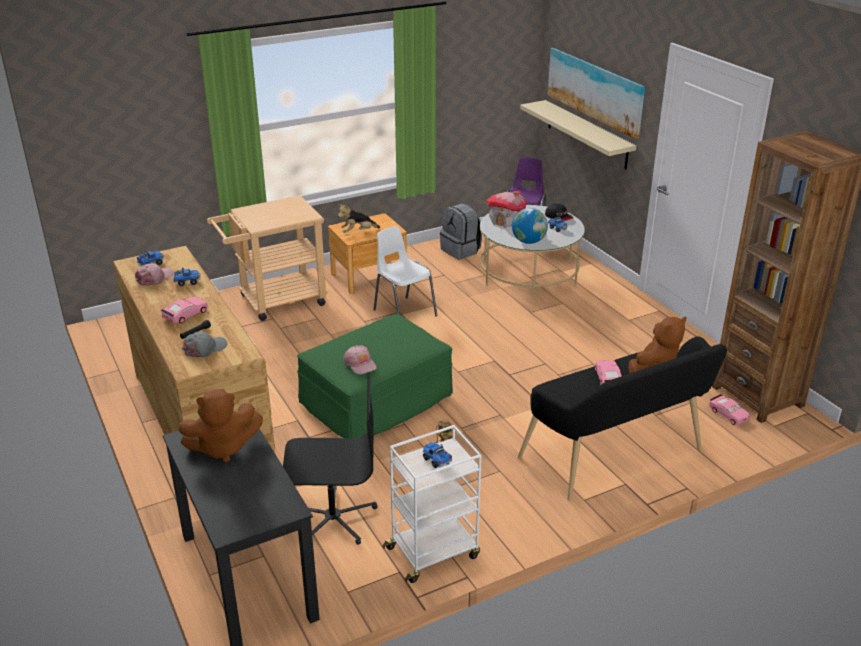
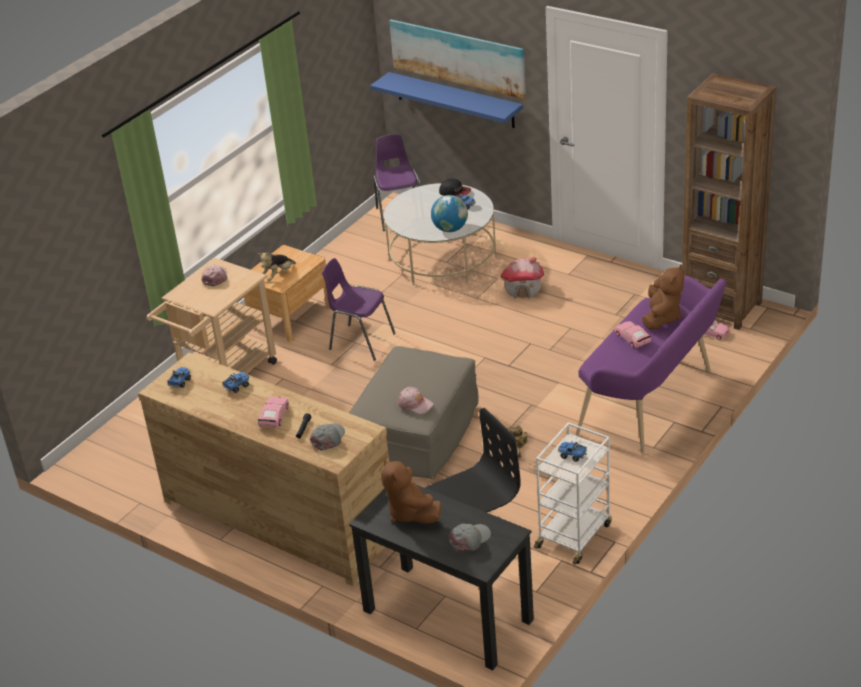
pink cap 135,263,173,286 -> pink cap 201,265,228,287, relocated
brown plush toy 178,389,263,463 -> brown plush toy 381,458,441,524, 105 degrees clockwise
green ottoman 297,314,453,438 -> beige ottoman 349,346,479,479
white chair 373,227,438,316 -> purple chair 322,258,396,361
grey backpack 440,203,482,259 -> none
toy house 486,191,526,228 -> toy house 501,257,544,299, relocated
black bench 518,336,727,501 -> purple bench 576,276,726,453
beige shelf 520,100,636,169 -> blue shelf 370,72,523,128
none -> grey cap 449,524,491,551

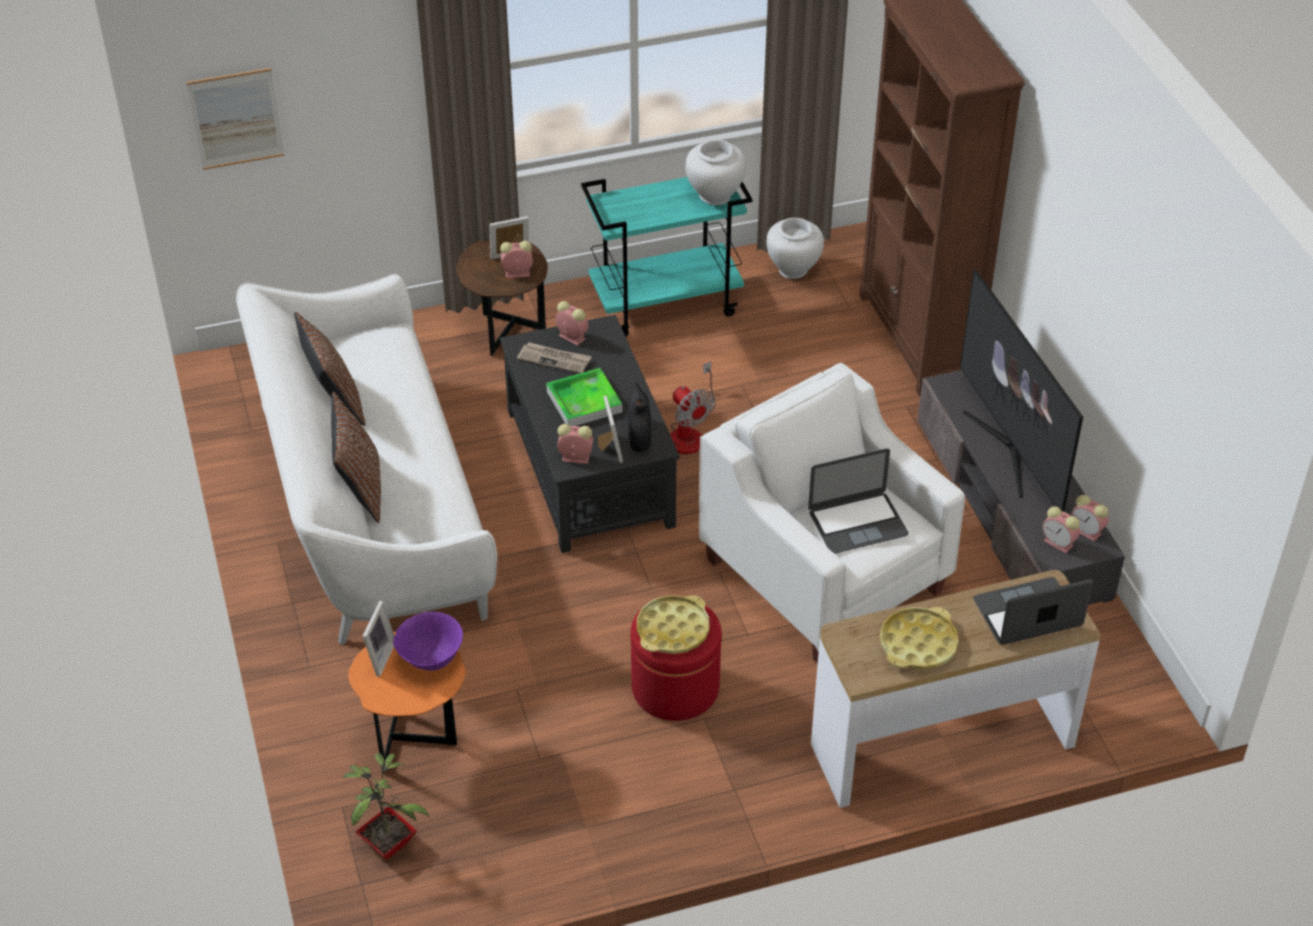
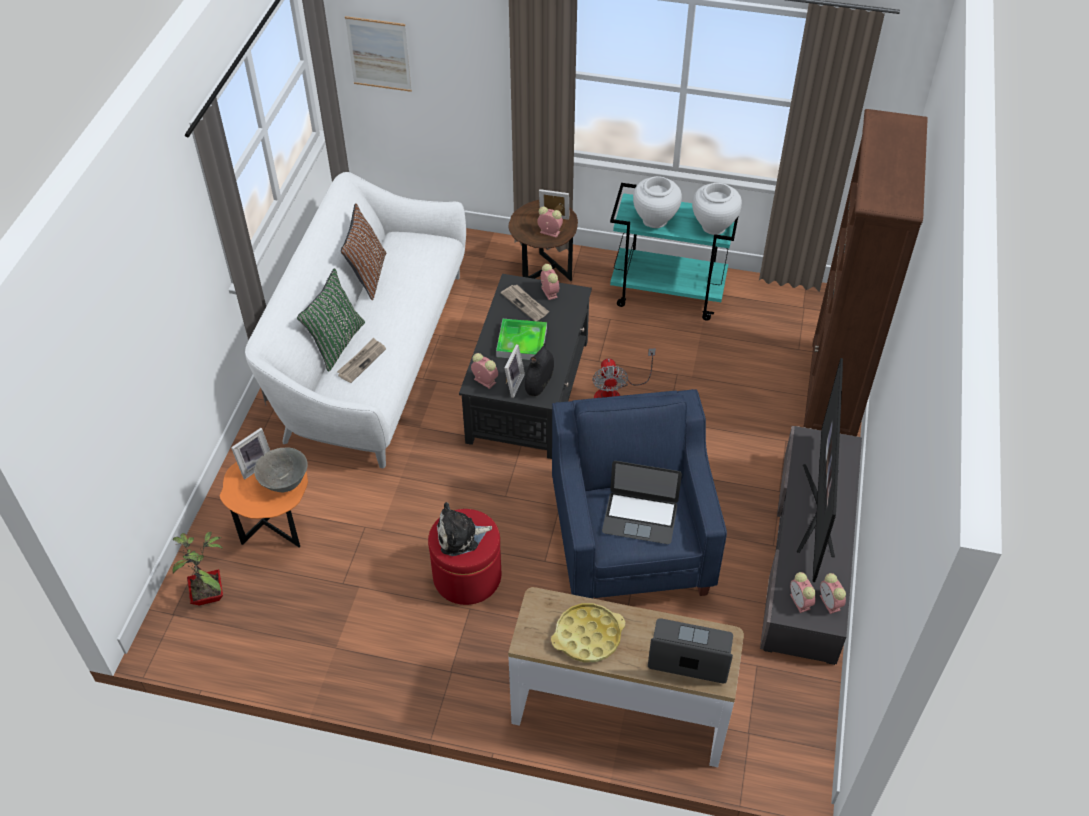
brown pillow 331,392,381,523 -> green pillow 297,268,365,372
purple bowl 393,612,463,670 -> grey bowl 254,447,308,492
yellow tray 637,595,710,654 -> plush toy 437,502,492,556
white armchair 699,363,965,664 -> blue armchair 552,389,727,598
white vase 766,218,824,279 -> white vase 633,176,682,228, relocated
none -> newspaper 337,338,386,383

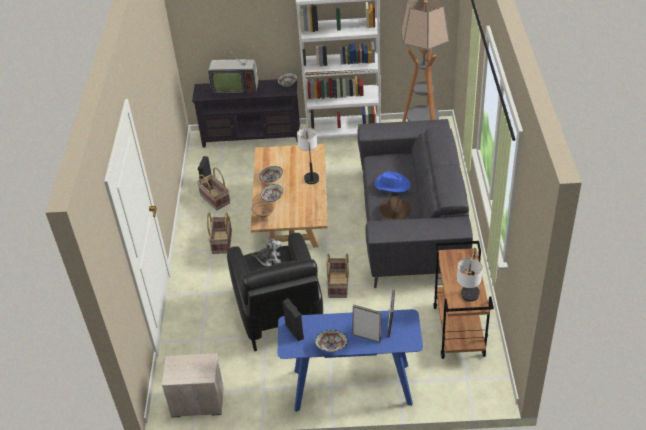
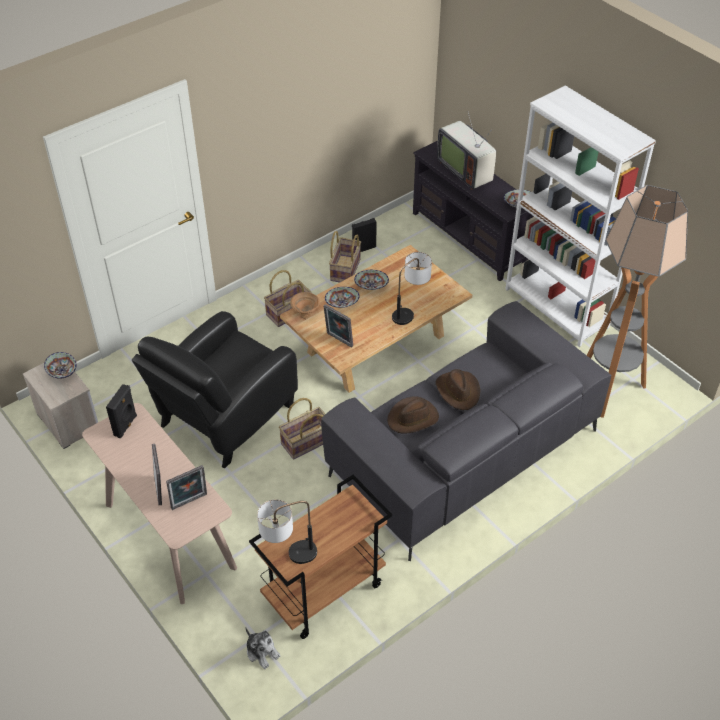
plush toy 252,235,282,266 -> plush toy 245,627,280,669, relocated
blue console table 278,309,423,412 -> beige console table 82,403,237,604
bowl 314,330,348,352 -> bowl 44,352,77,379, relocated
blue hat 374,171,411,193 -> brown hat 436,369,481,410
none -> picture frame 324,304,353,348

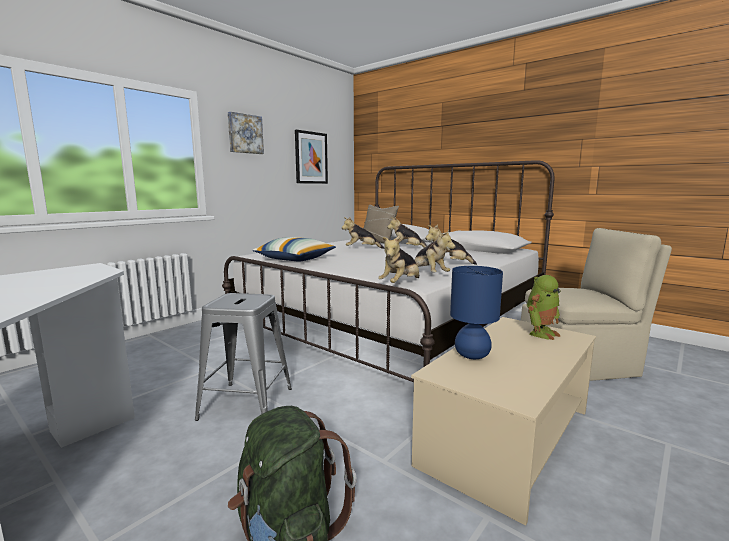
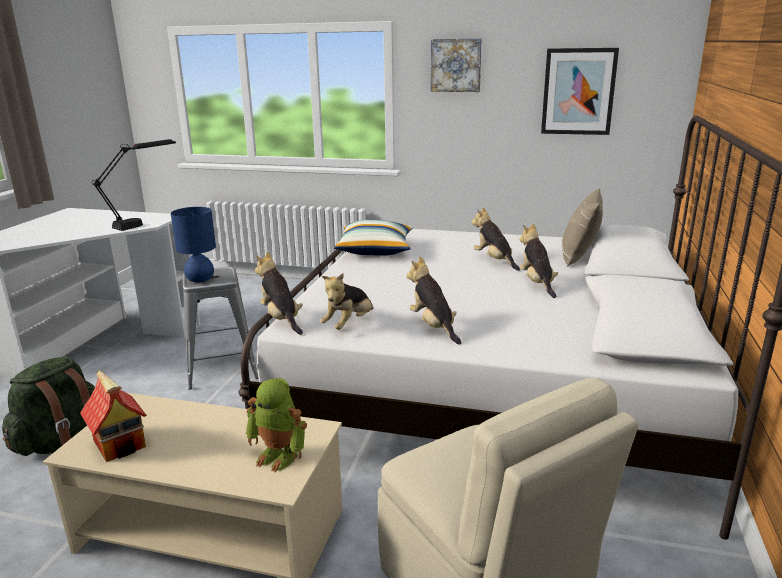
plush toy 378,235,419,283 -> plush toy 255,252,303,335, 45 degrees clockwise
blue table lamp 450,266,503,359 -> blue table lamp 171,207,216,283, relocated
none -> toy house 80,370,147,462
none -> black table lamp 92,139,176,231

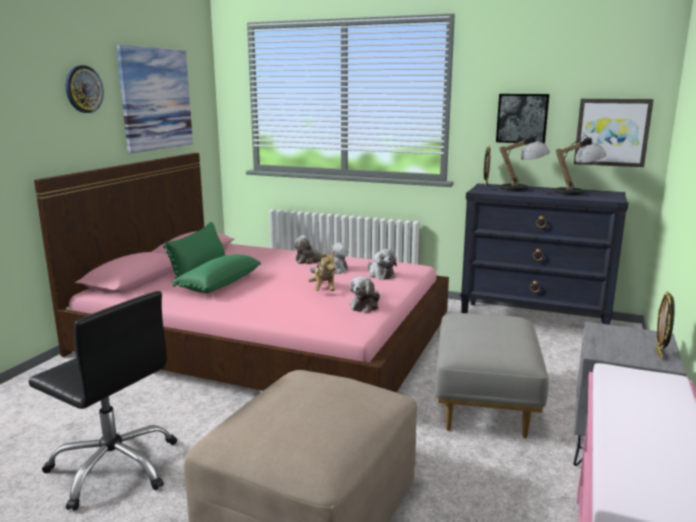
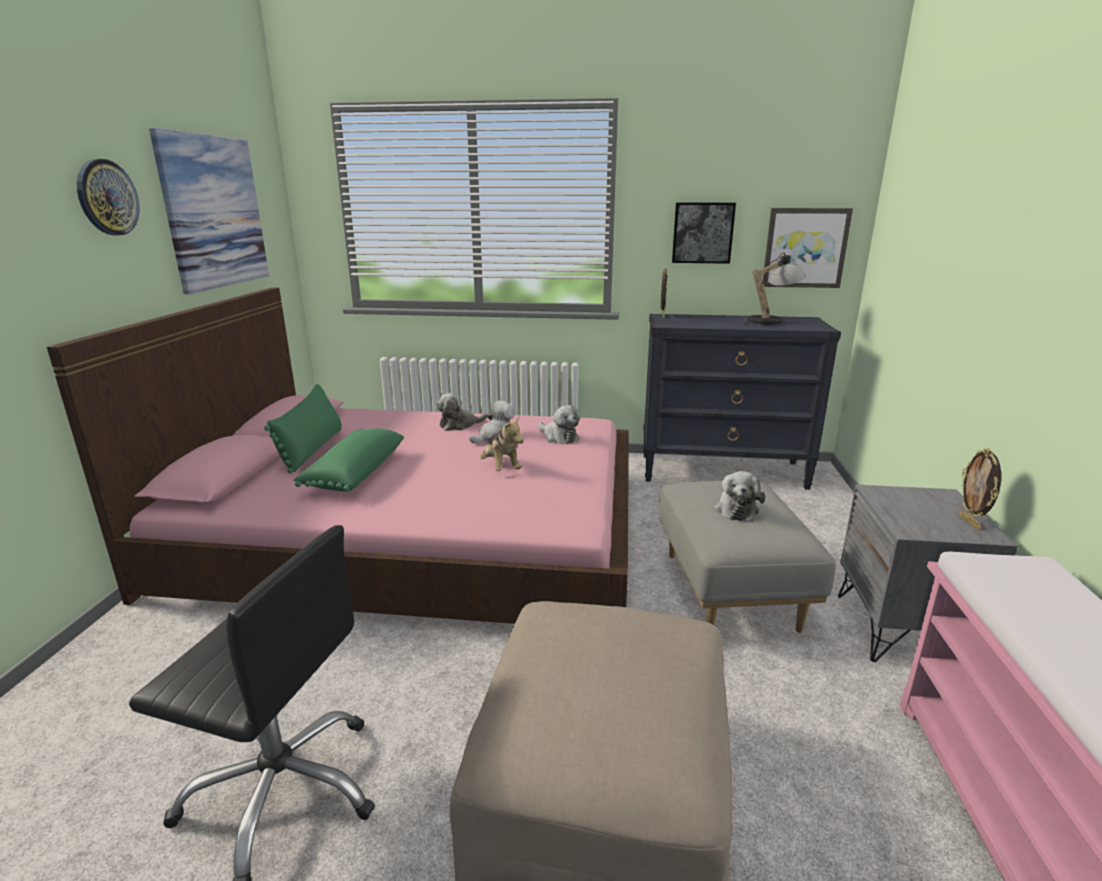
plush toy 350,276,380,313 -> plush toy 715,471,765,521, relocated
table lamp 491,133,550,192 -> none

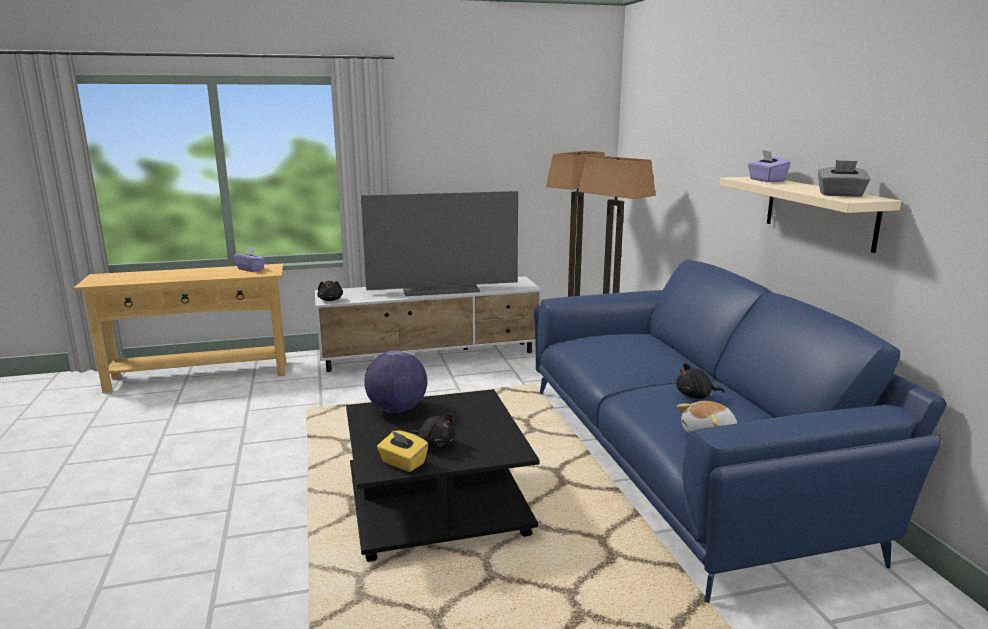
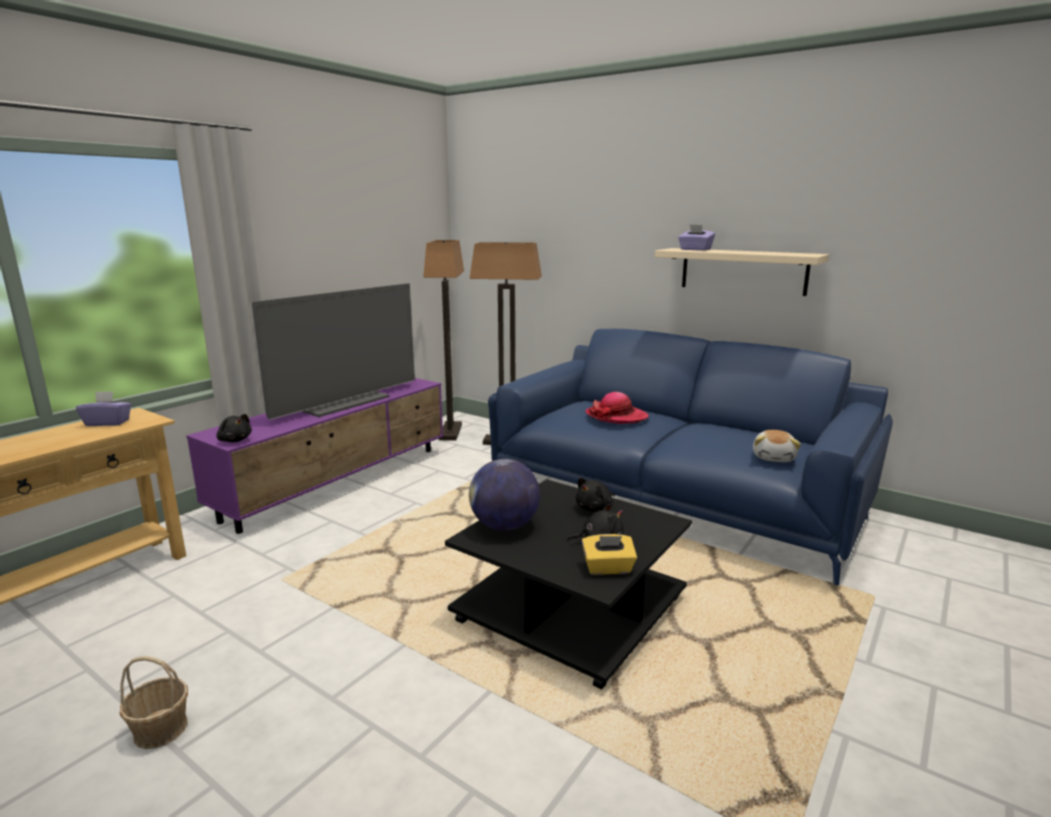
white tv stand 315,276,542,372 -> purple tv stand 186,378,443,534
black plush toy 676,363,725,399 -> black plush toy 575,478,615,511, relocated
grey tissue box 818,160,870,197 -> none
none -> basket 120,656,188,749
none -> hat 586,392,649,424

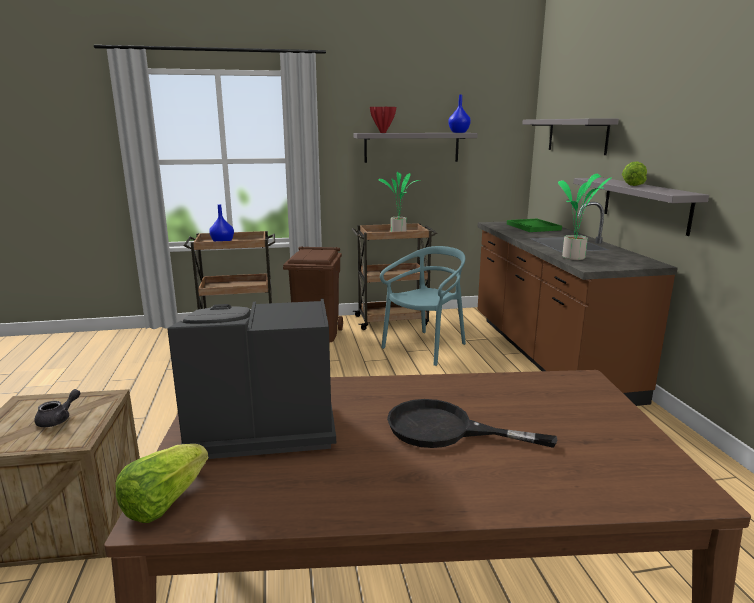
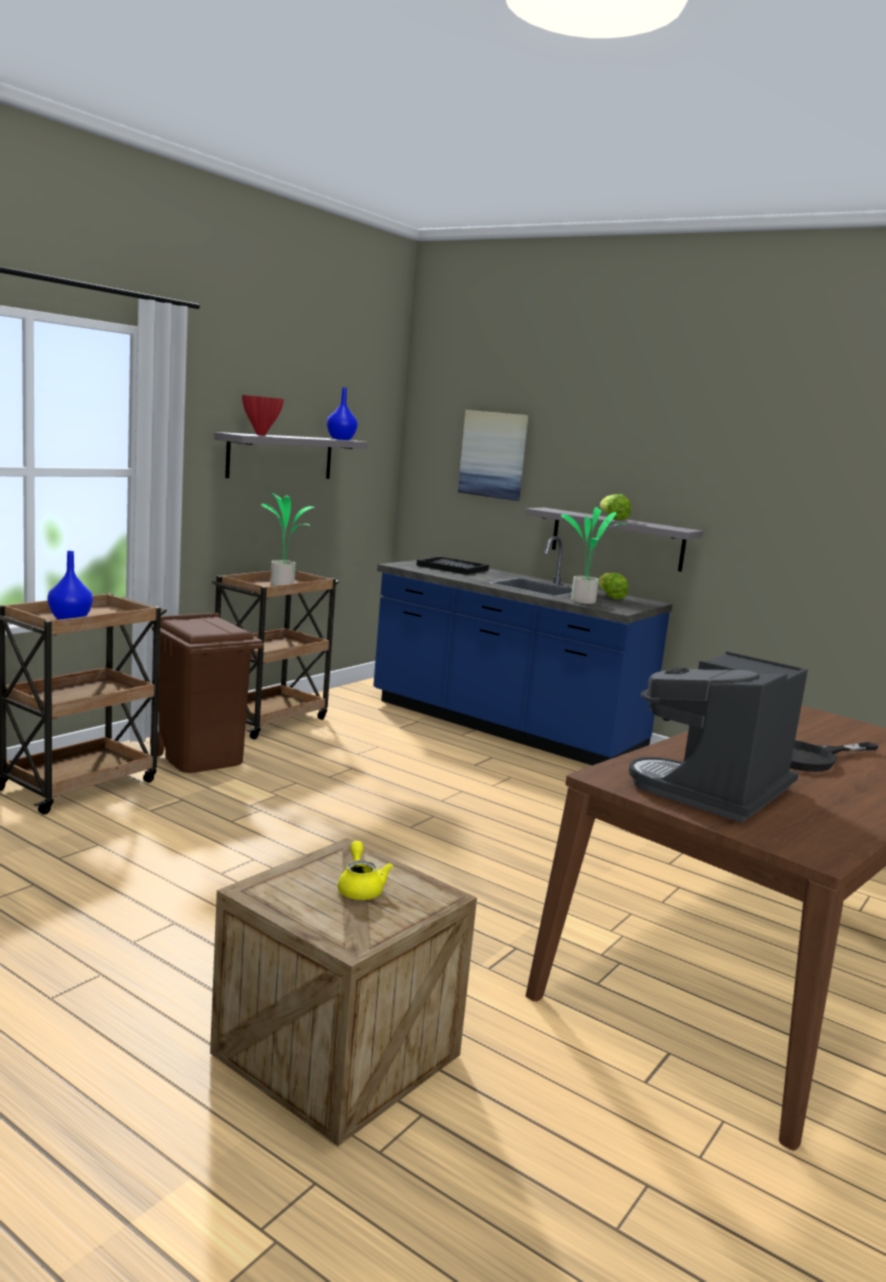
grey teapot 34,389,81,427 -> yellow teapot 338,841,393,900
lettuce 116,444,208,523 -> lettuce 598,573,628,599, relocated
turquoise chair 380,246,466,366 -> none
brown counter 477,202,678,406 -> blue counter 373,536,673,766
green tray 507,219,562,232 -> black tray 416,556,489,575
grey shelf 522,119,619,155 -> picture 458,410,529,501

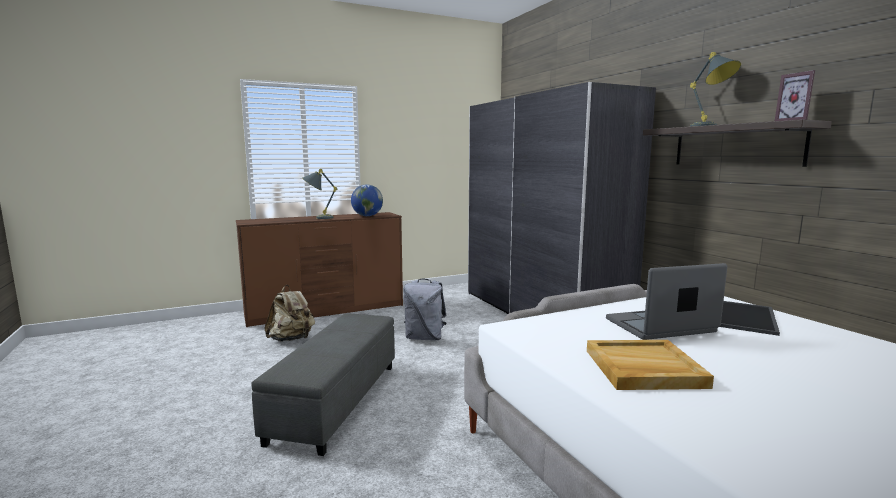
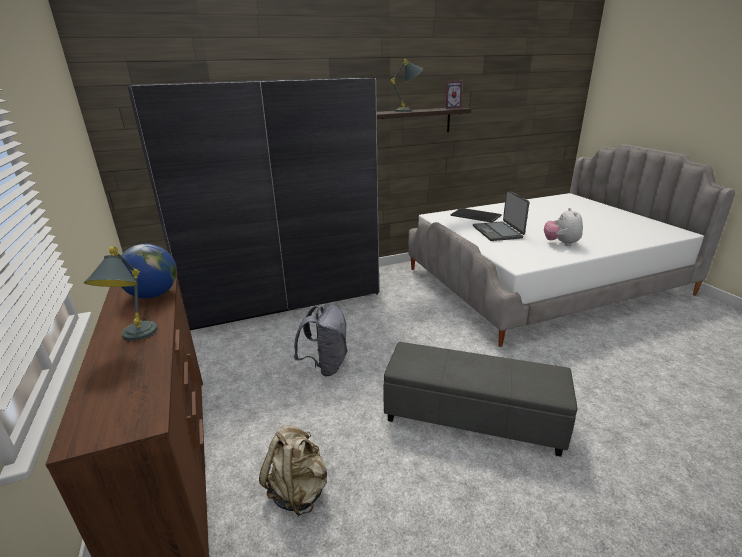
beige tray 587,340,714,390 -> plush toy 544,208,583,246

